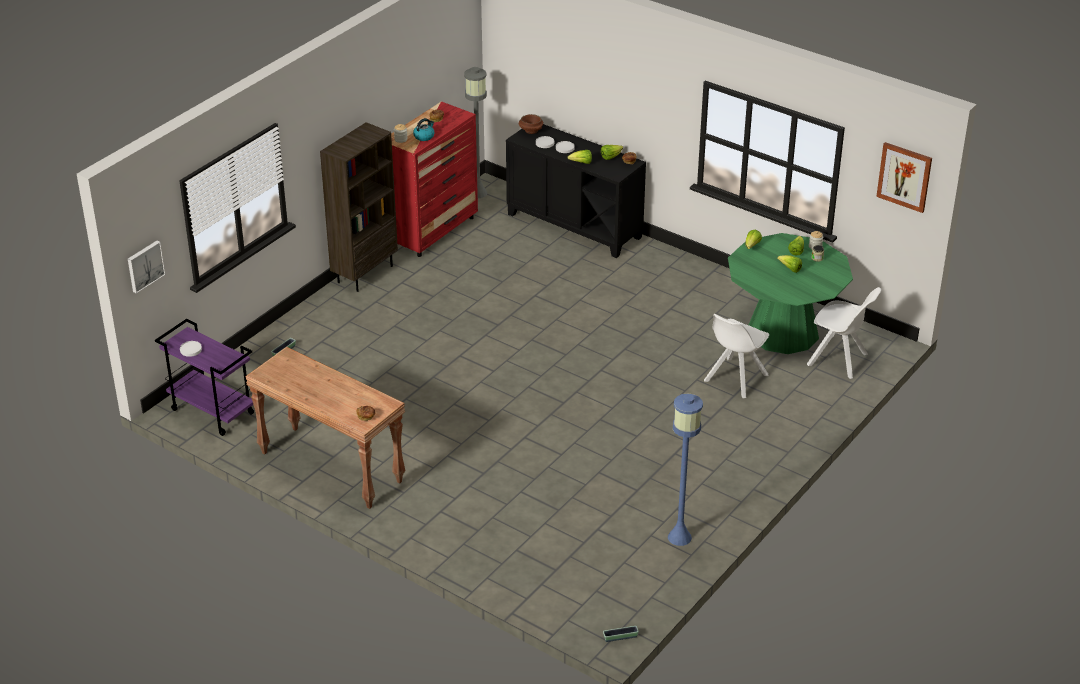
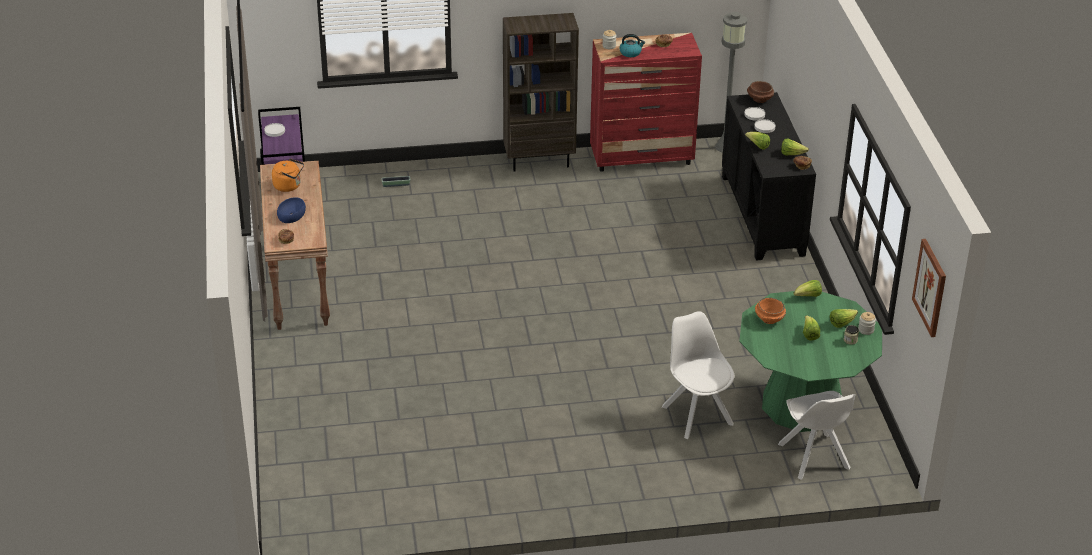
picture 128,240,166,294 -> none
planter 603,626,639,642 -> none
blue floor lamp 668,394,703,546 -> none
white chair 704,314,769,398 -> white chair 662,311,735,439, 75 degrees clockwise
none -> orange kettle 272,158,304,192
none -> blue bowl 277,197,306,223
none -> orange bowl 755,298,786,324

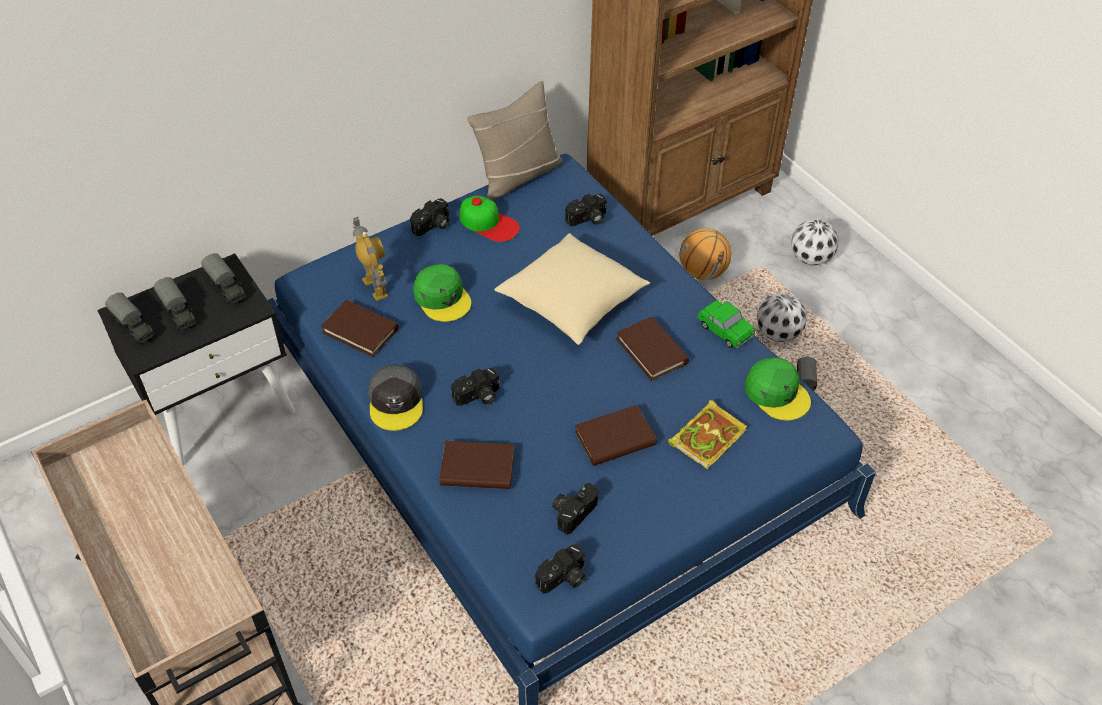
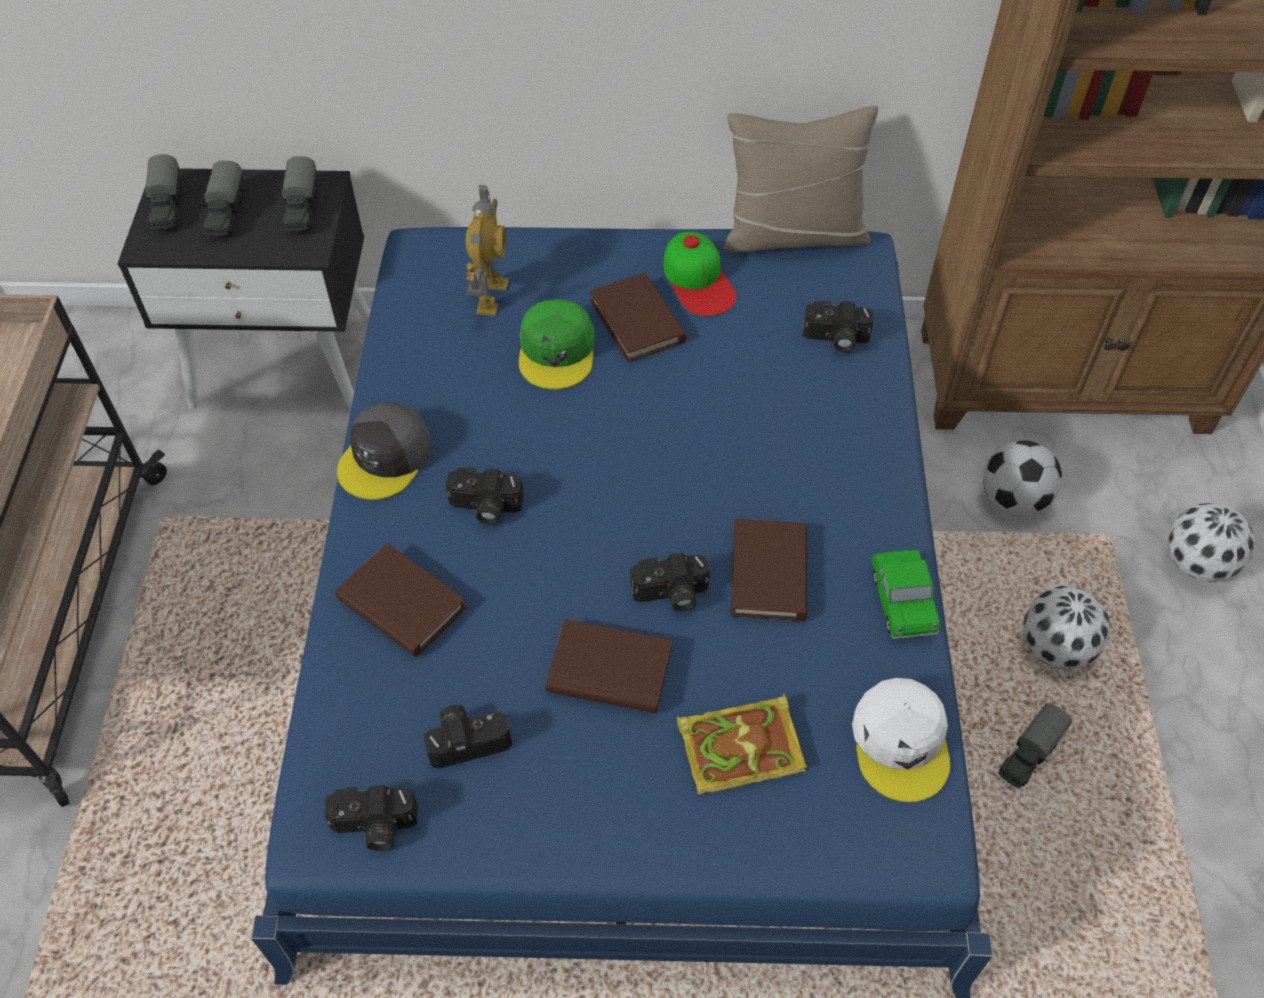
brown book 321,300,399,357 -> brown book 590,273,686,362, relocated
photo camera 410,198,450,236 -> photo camera 630,553,710,612, relocated
beige pillow 494,233,650,345 -> none
basketball 680,228,732,280 -> football 983,441,1062,516
green cap 745,357,811,420 -> white cap 852,678,950,802

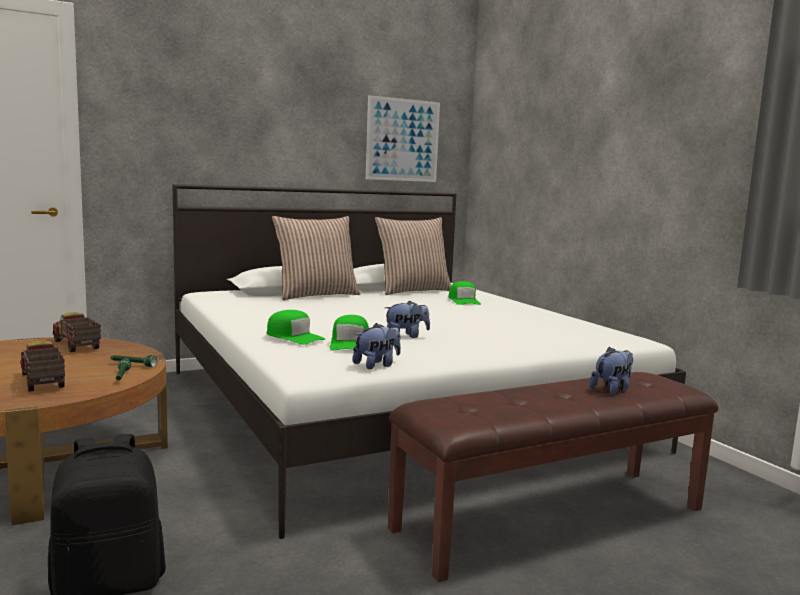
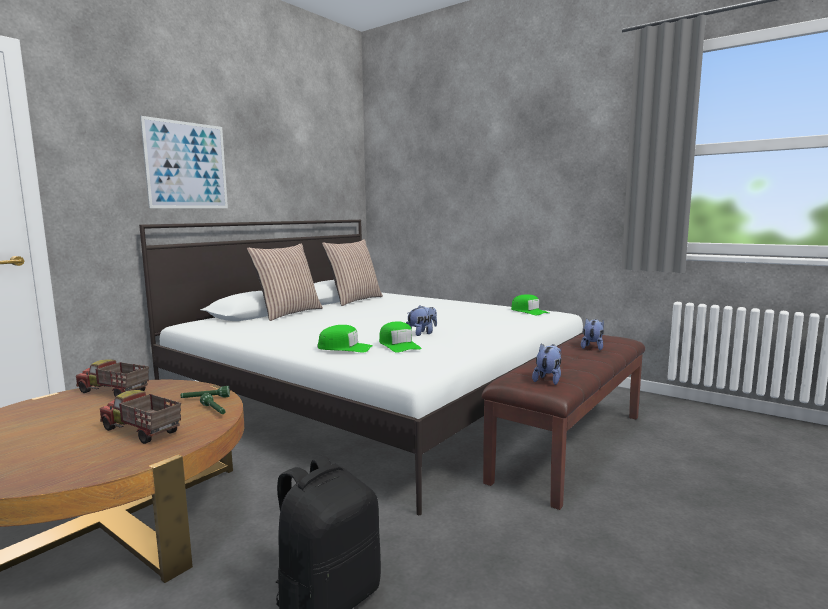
plush toy 353,323,401,369 -> plush toy 532,344,561,385, relocated
picture 366,95,440,182 -> picture 140,116,228,208, relocated
green cap 449,281,481,305 -> green cap 511,294,549,315, relocated

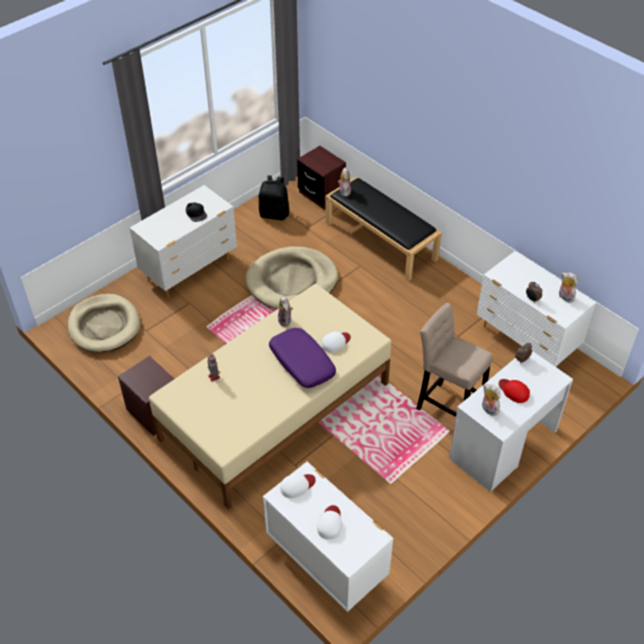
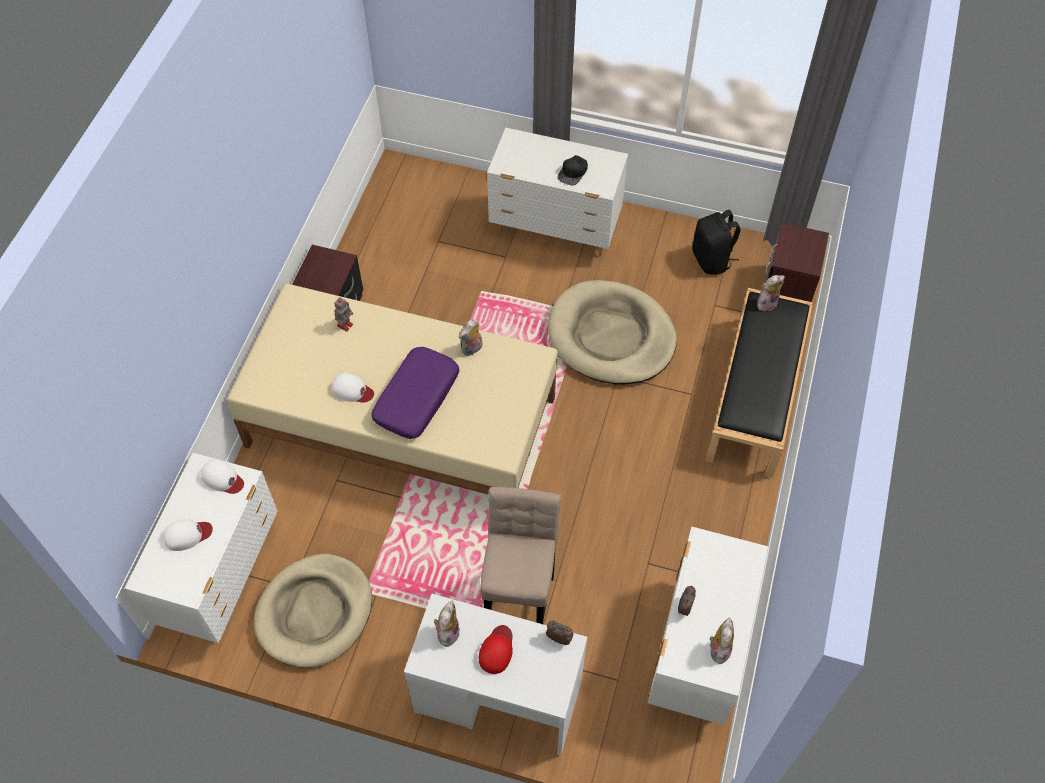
beige dog bed 68,294,140,352 -> beige dog bed 254,554,372,668, relocated
white cap 321,332,351,353 -> white cap 332,373,374,403, relocated

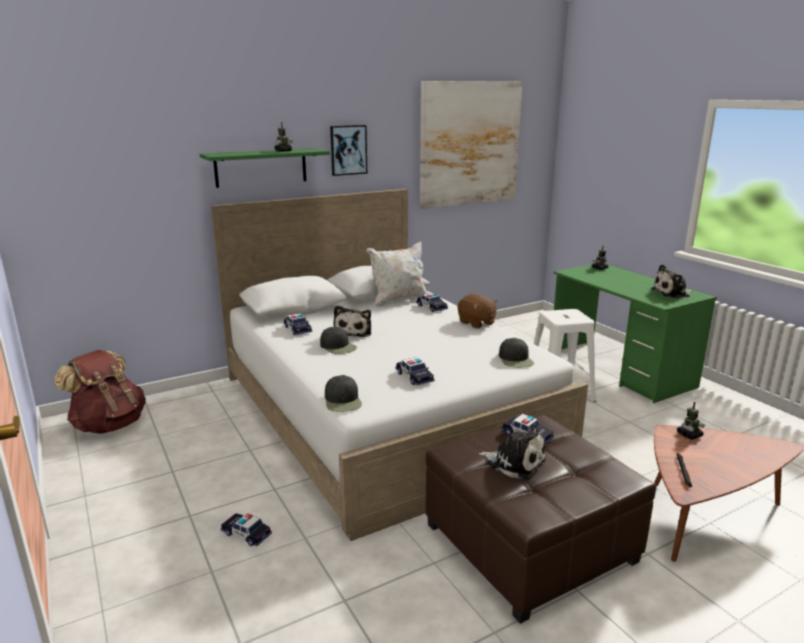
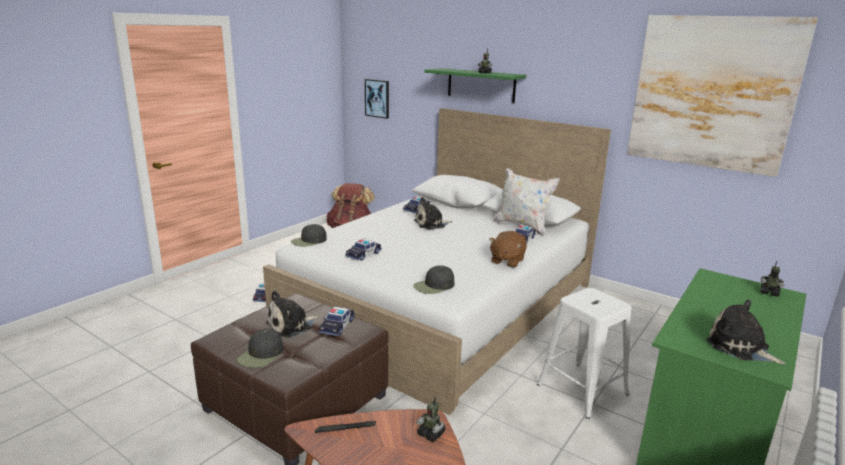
black cap 320,327,357,354 -> black cap 237,329,283,368, relocated
picture 330,125,367,176 -> picture 365,79,389,119, relocated
plush toy 479,424,546,480 -> plush toy 266,290,319,338, 45 degrees clockwise

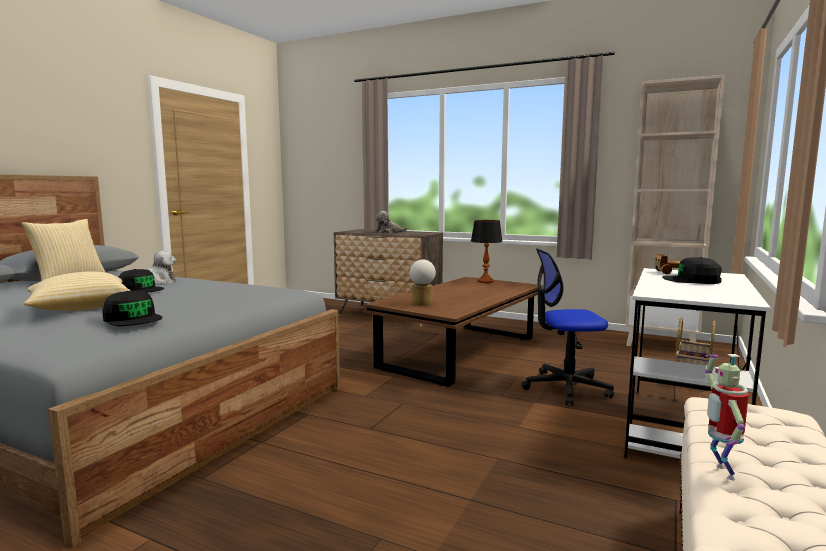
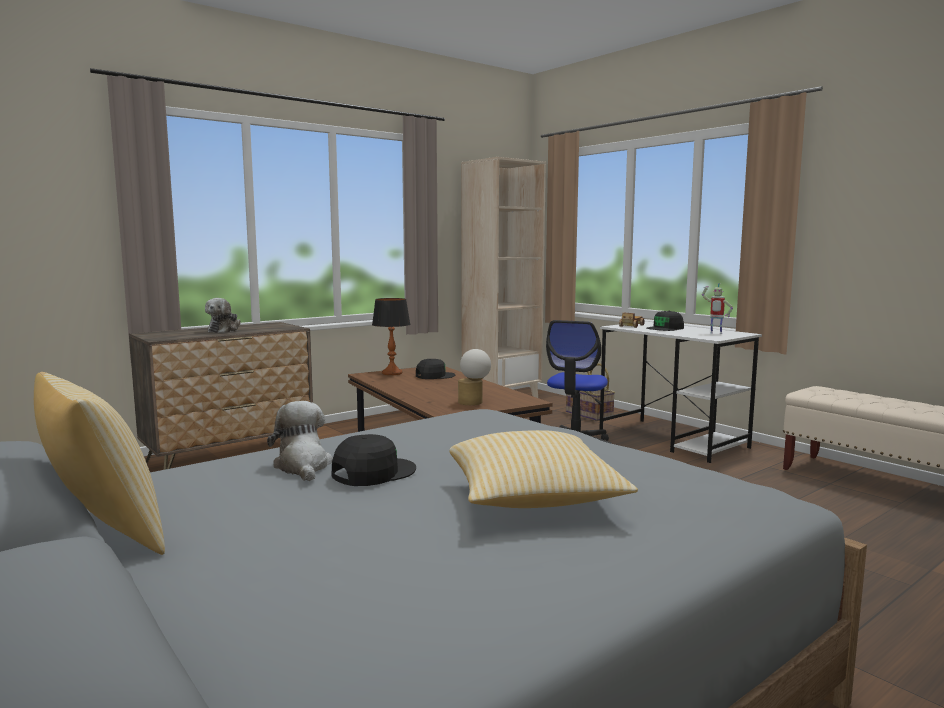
black cap 102,291,162,326 -> black cap 416,359,455,379, relocated
toy robot 705,354,749,480 -> toy robot 702,283,733,334, relocated

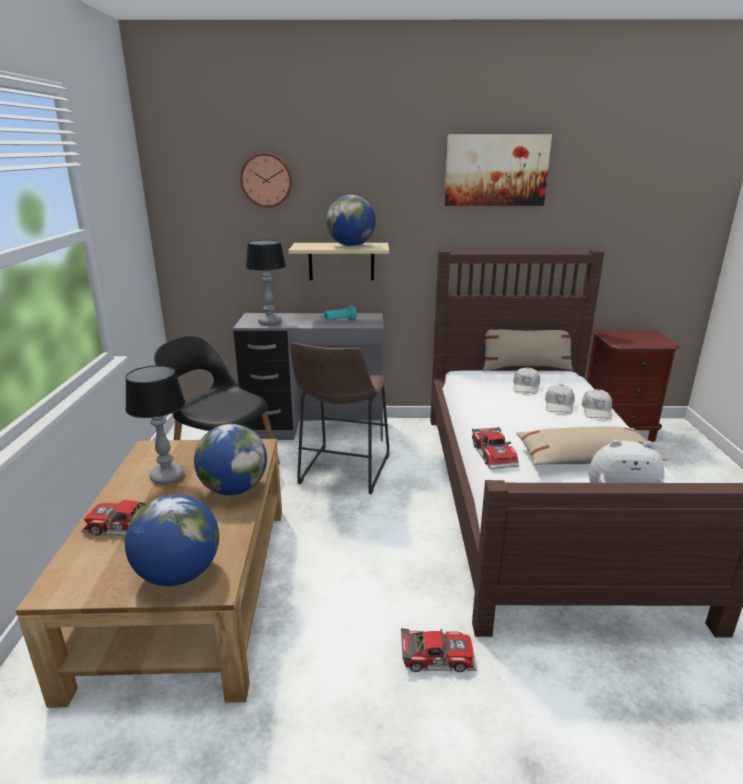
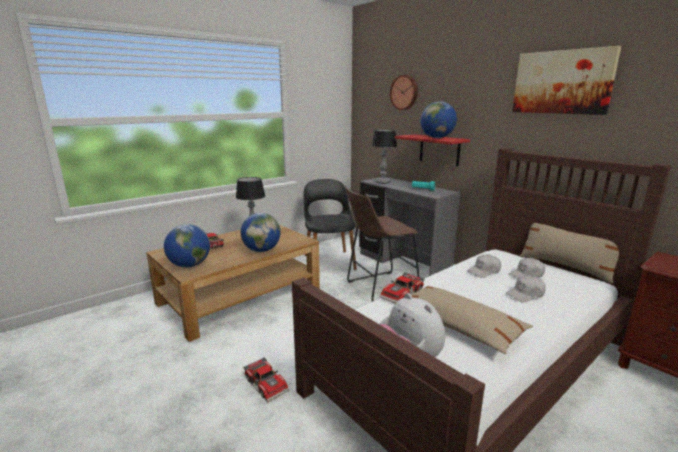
beige shelf 288,243,389,280 -> red shelf 395,134,470,166
white cap 581,389,612,420 -> white cap 467,254,501,278, relocated

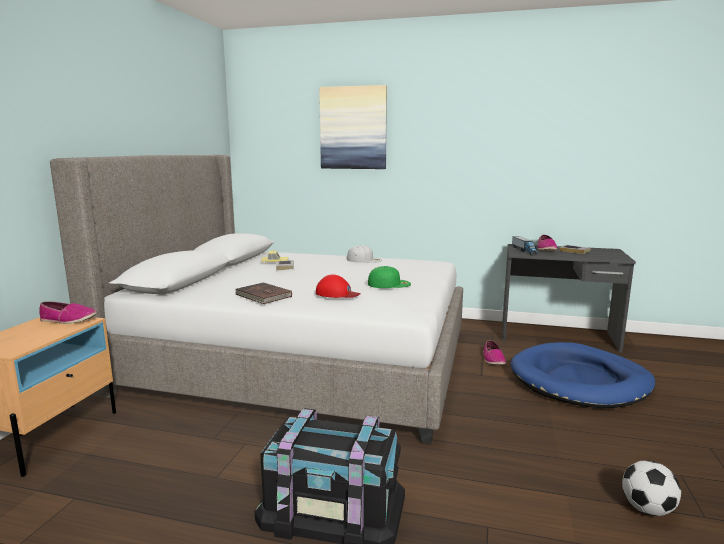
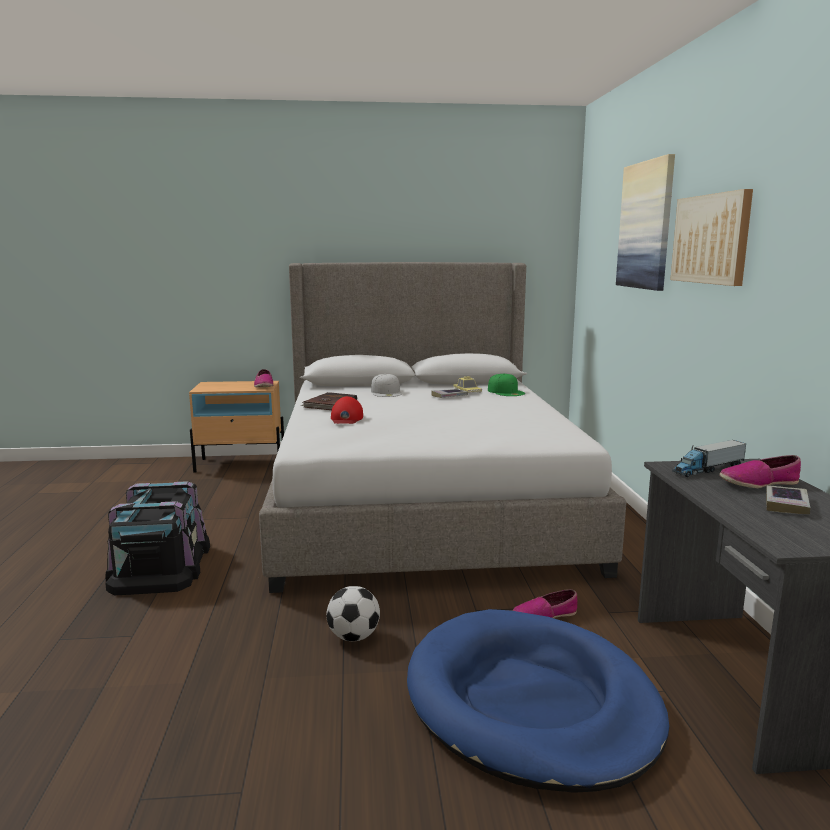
white cap 347,245,382,263 -> white cap 371,374,402,397, relocated
green cap 368,266,411,288 -> green cap 488,373,525,396, relocated
football 622,460,681,516 -> football 326,586,380,641, relocated
none -> picture 670,189,753,286

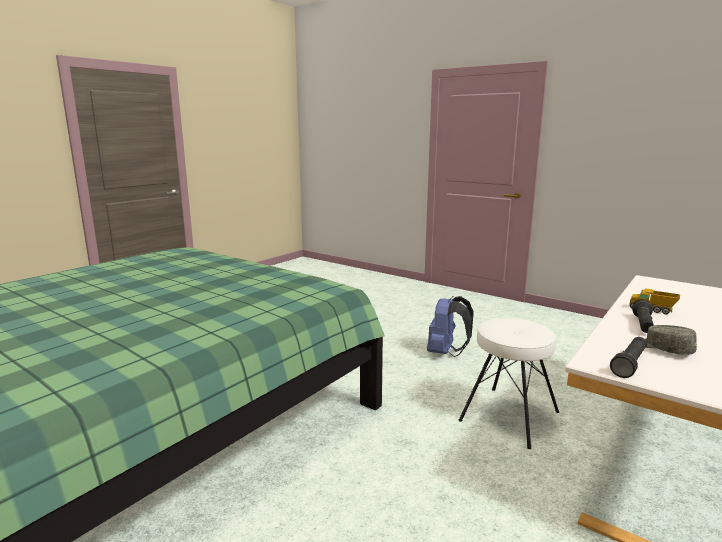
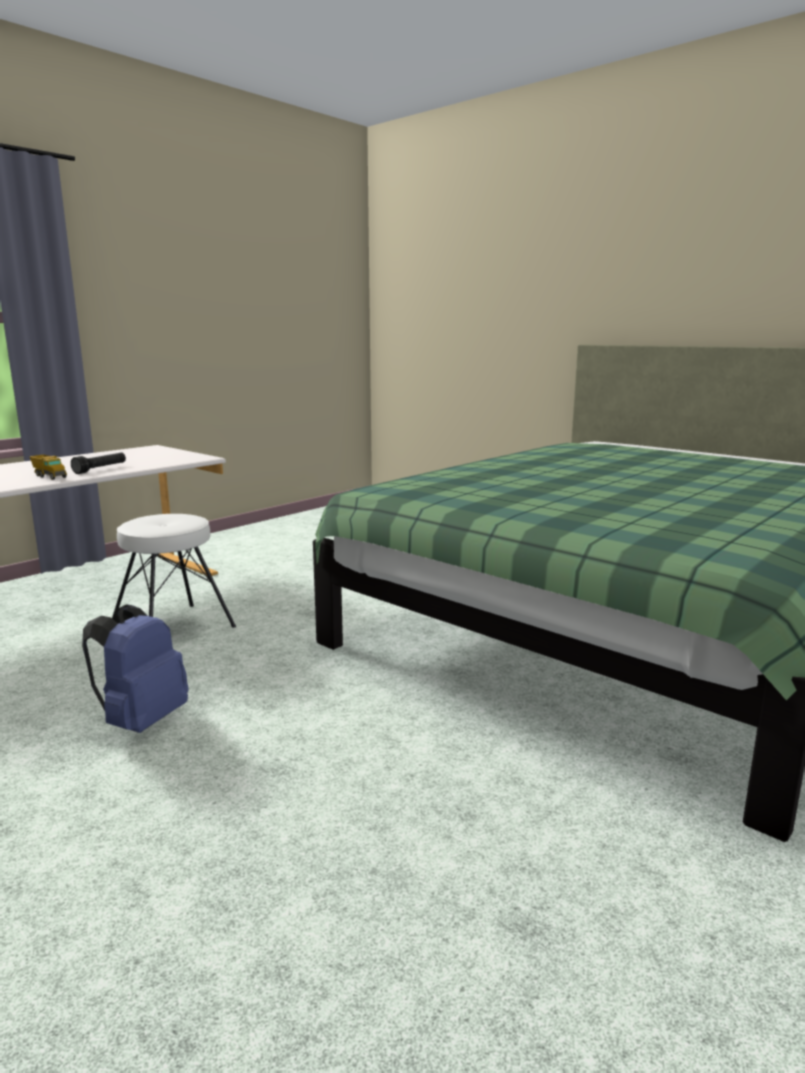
black flashlight 610,337,647,378 -> none
grey cap 645,325,697,355 -> none

